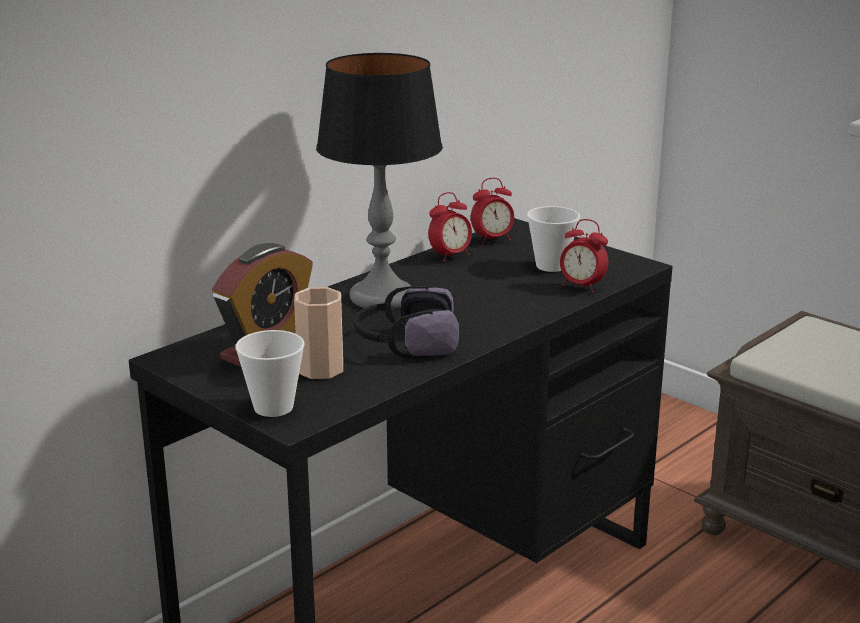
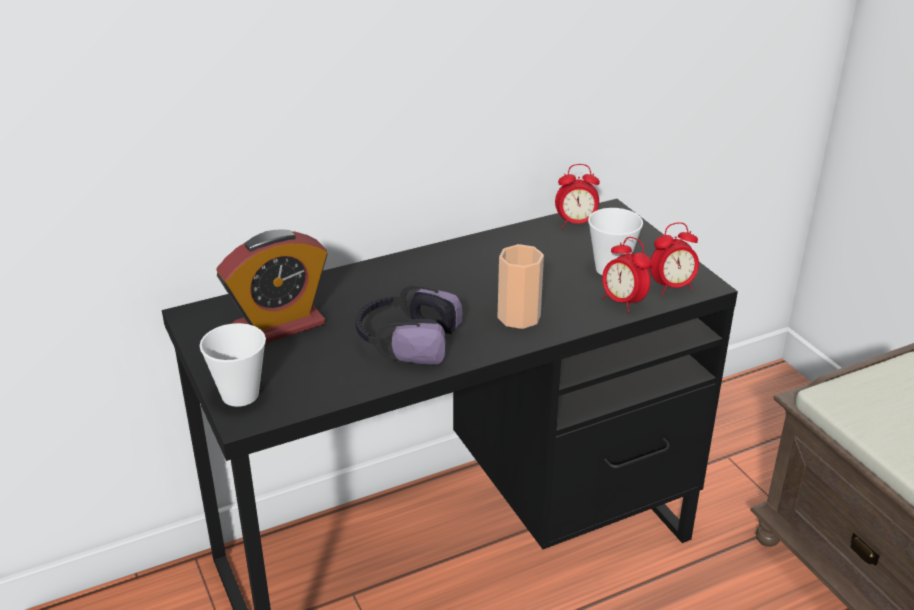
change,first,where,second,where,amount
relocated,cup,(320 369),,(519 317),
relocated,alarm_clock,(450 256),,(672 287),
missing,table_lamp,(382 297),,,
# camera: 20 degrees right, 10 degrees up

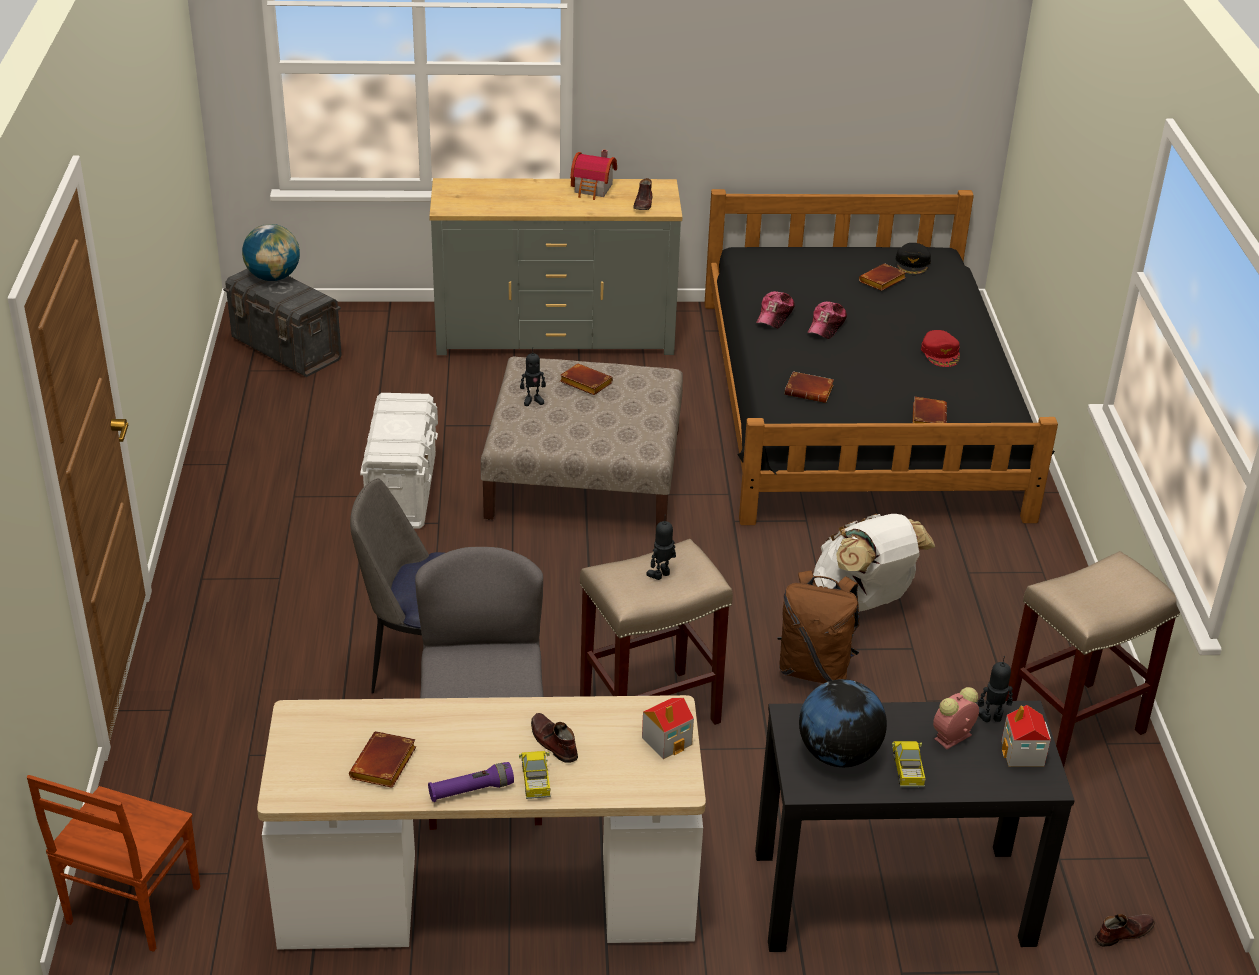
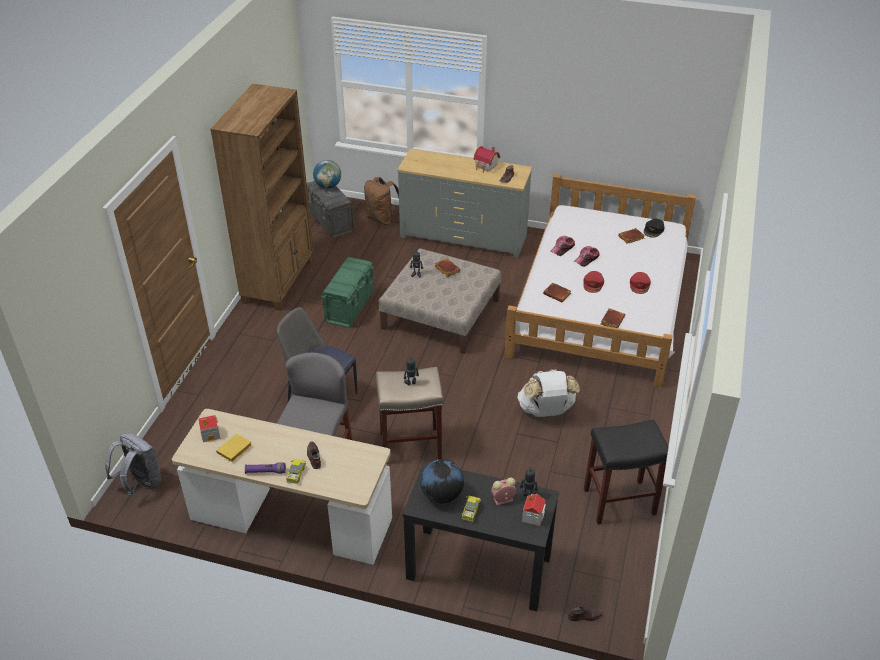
change,first,where,second,where,amount
exchanged,brown_chair,(131 906),grey_backpack,(140 484),
relocated,toy_house,(667 741),,(211 434),
appeared,,,brown_bookcase,(279 281),
colour,brown_book,(384 766),yellow_book,(234 451),
colour,white_storage_box,(402 491),green_storage_box,(350 307),
relocated,brown_backpack,(814 669),,(382 219),
colour,black_bed,(858 405),white_bed,(600 302),
appeared,,,red_cap,(593 284),
colour,beige_stool,(1072 726),black_stool,(618 502),
# camera: 20 degrees right, 5 degrees up

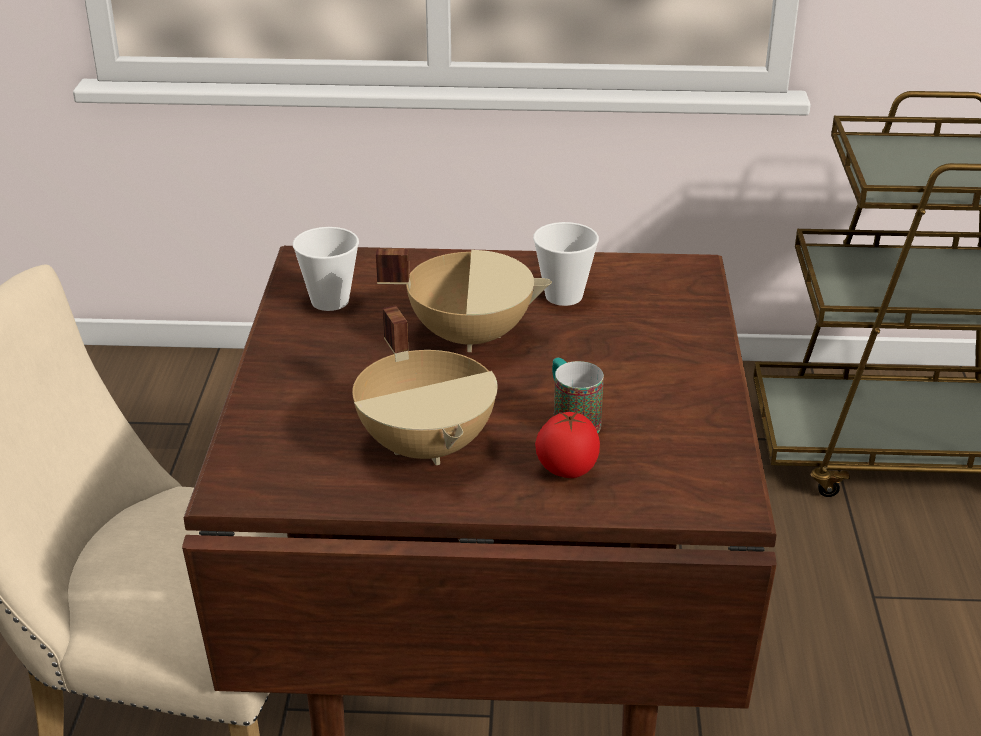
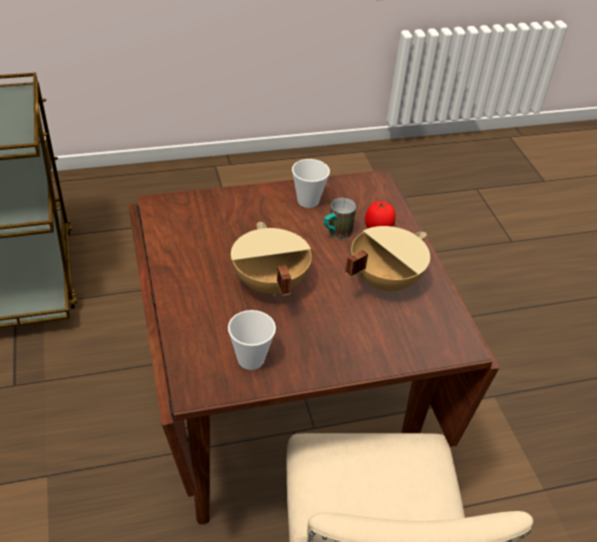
change,first,where,second,where,amount
relocated,cup,(564 296),,(308 201),
# camera: 110 degrees left, 10 degrees up

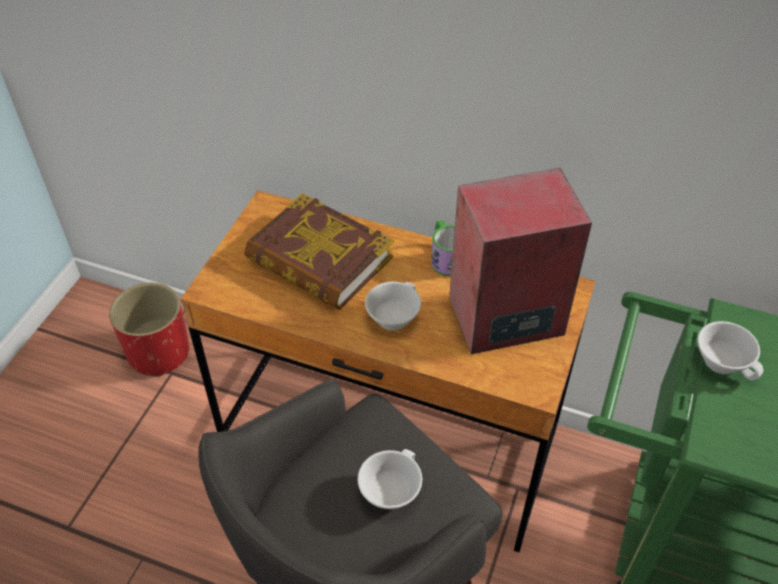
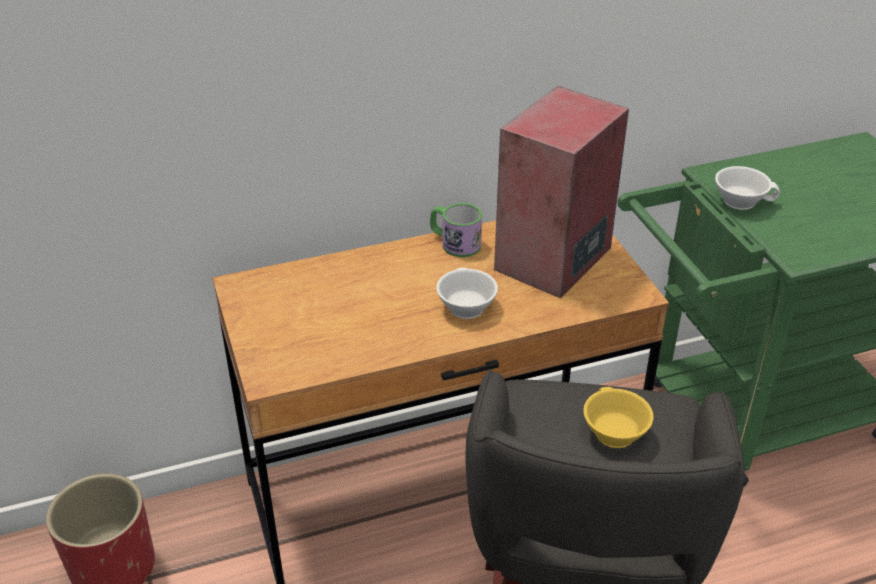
change,first,where,second,where,amount
colour,white_cup,(388 489),yellow_cup,(611 432),
missing,book,(319 260),,,
# camera: 40 degrees left, 10 degrees down

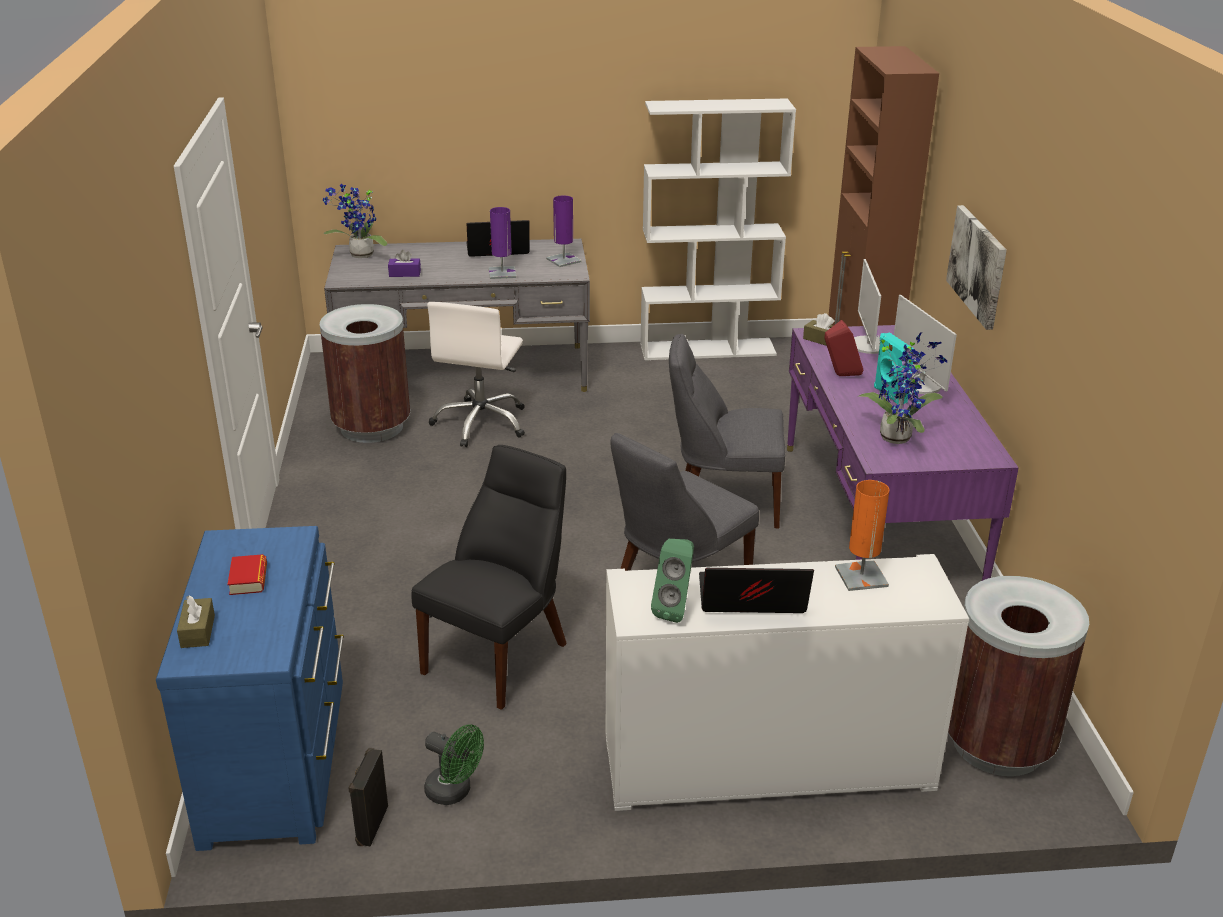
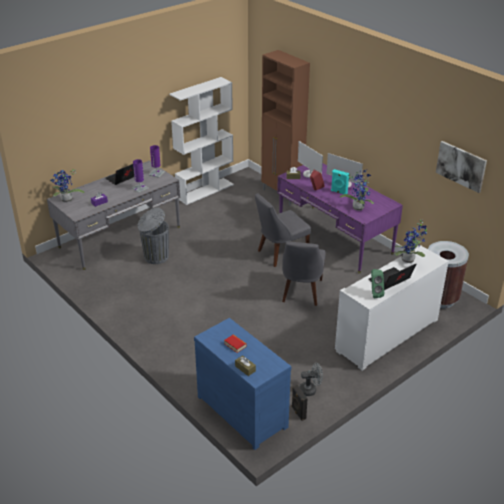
change,first,where,second,where,amount
exchanged,white_office_chair,(481 423),grey_trash_can,(155 257),
colour,green_fan,(454 792),grey_fan,(310 390),
exchanged,orange_table_lamp,(861 576),potted_plant,(409 260),
relocated,picture,(978 265),,(461 166),
missing,brown_trash_can,(371 427),,,
missing,black_chair,(500 655),,,
# camera: 35 degrees left, 5 degrees up

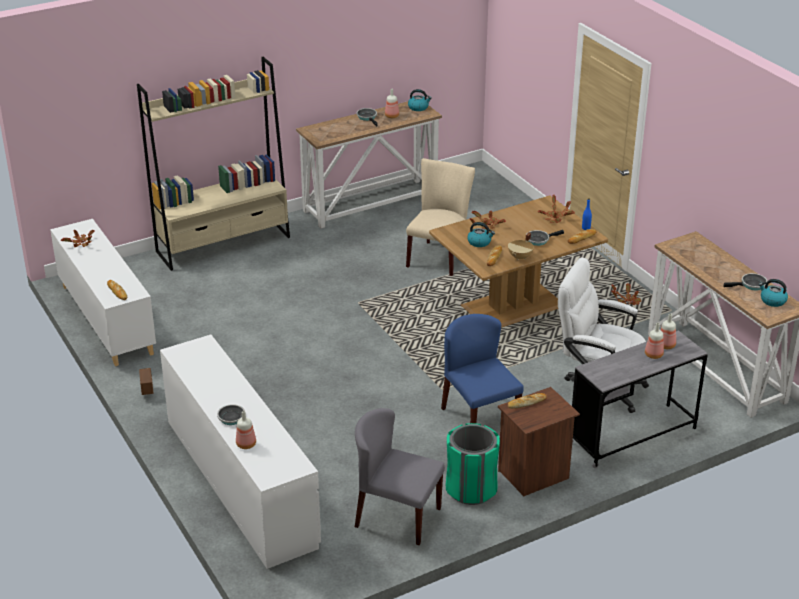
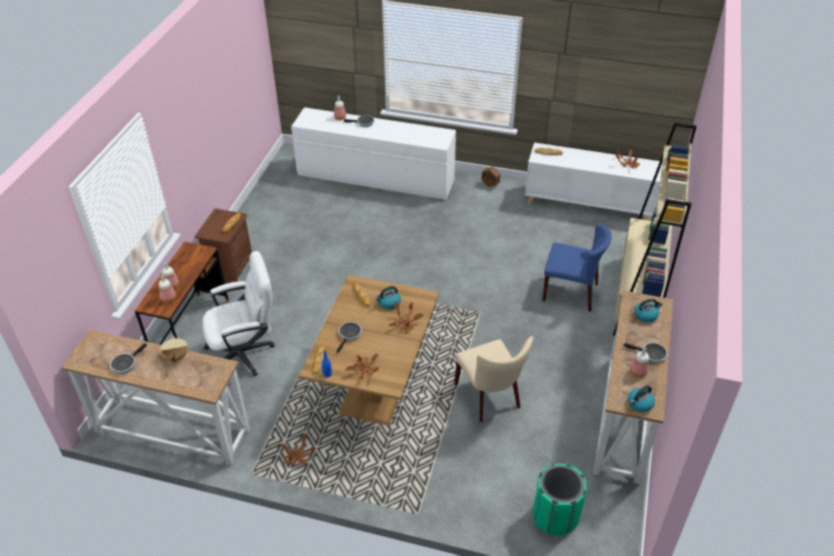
change,first,where,second,where,amount
colour,grey_desk,(632 436),brown_desk,(192 331),
relocated,beige_cooking_pot,(520 257),,(175 357),
relocated,green_trash_can,(471 489),,(555 516),
relocated,blue_chair,(479 418),,(571 292),
relocated,kettle,(772 301),,(646 315),
missing,grey_chair,(397 517),,,
# camera: 135 degrees right, 10 degrees up

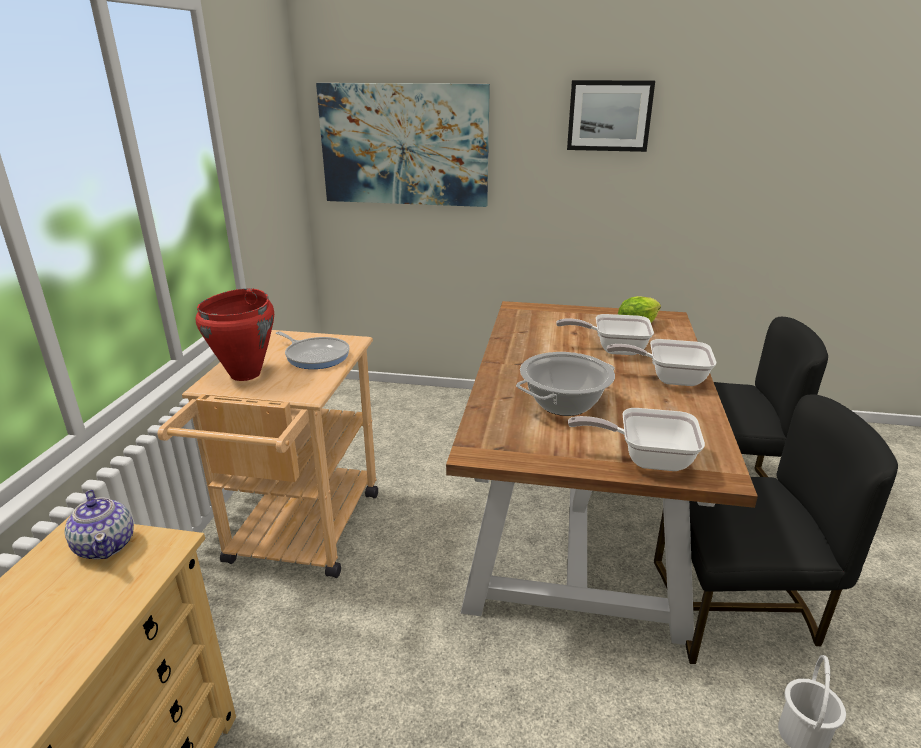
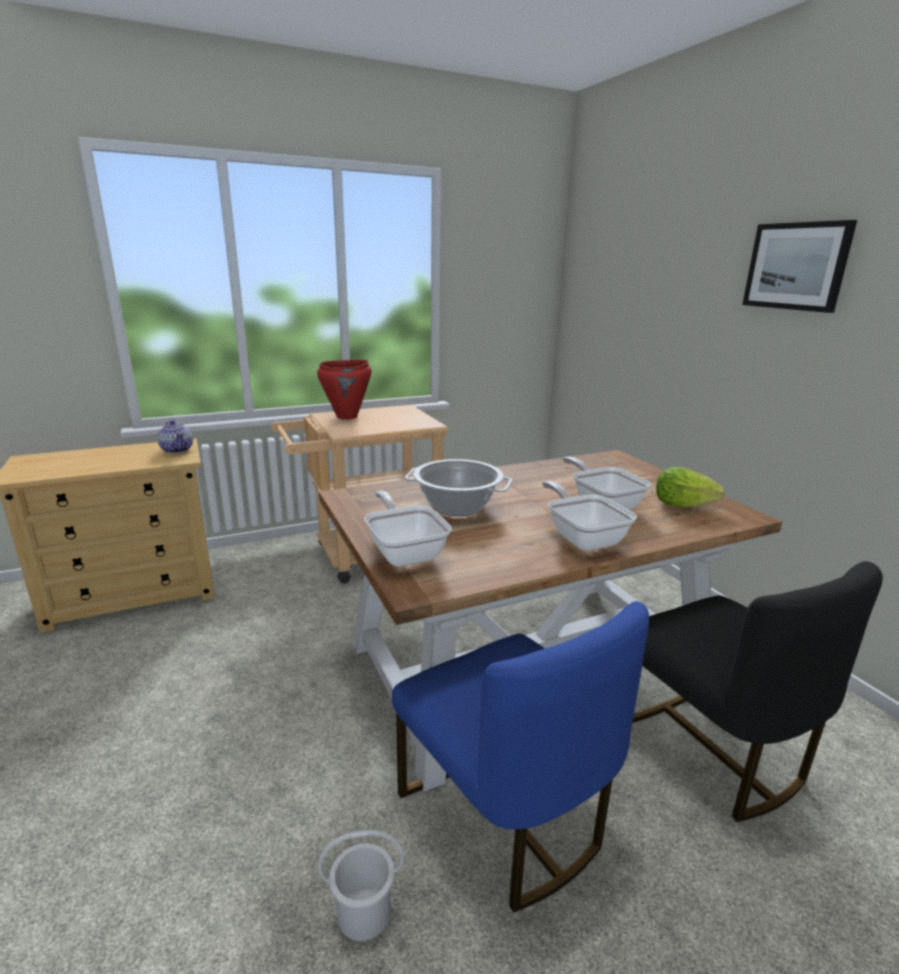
change,first,where,second,where,amount
spun,teapot,(106 545),,(177 450),60 degrees counterclockwise
colour,black_chair,(736 609),blue_chair,(505 815),
missing,frying_pan,(315 356),,,
missing,picture,(404 145),,,
# camera: 55 degrees right, 5 degrees down

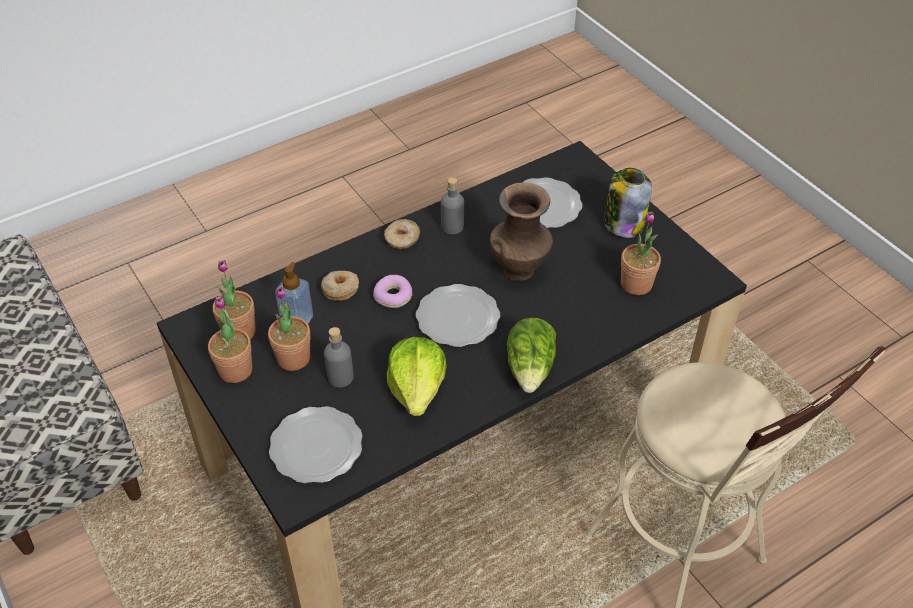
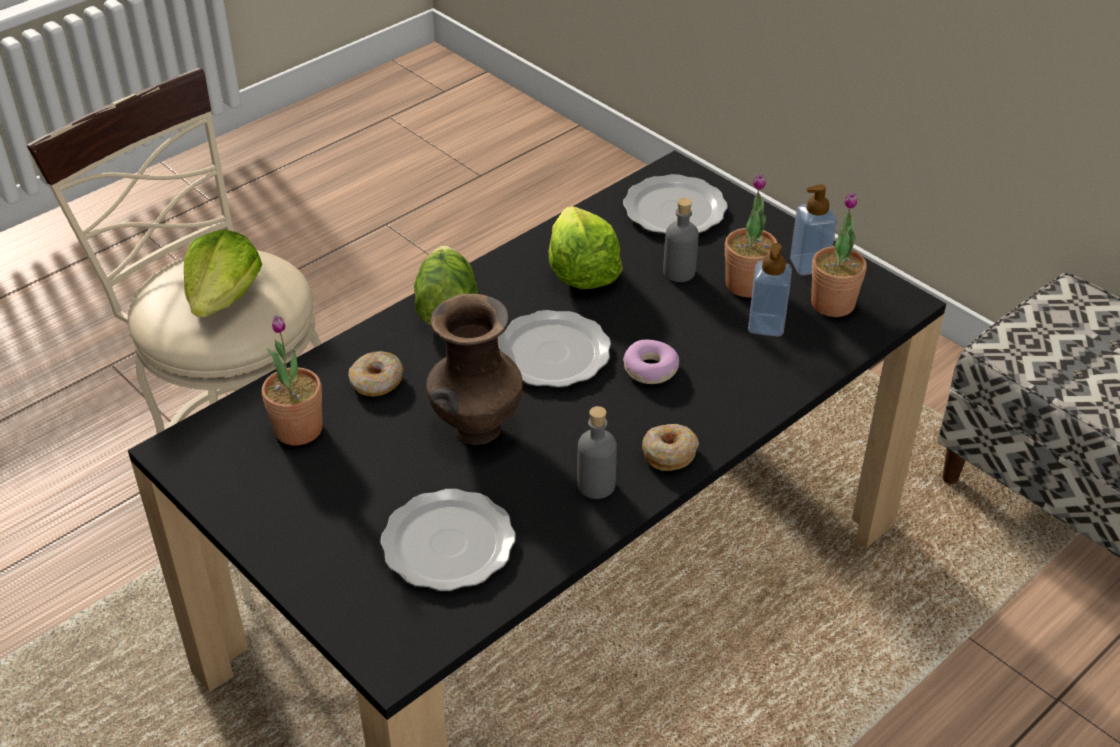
change,first,where,second,where,amount
appeared,,,lettuce,(224 298),
relocated,donut,(340 289),,(377 382),
exchanged,potted_plant,(235 370),soap_dispenser,(809 265),
missing,jar,(623 223),,,
# camera: 170 degrees right, 5 degrees down

